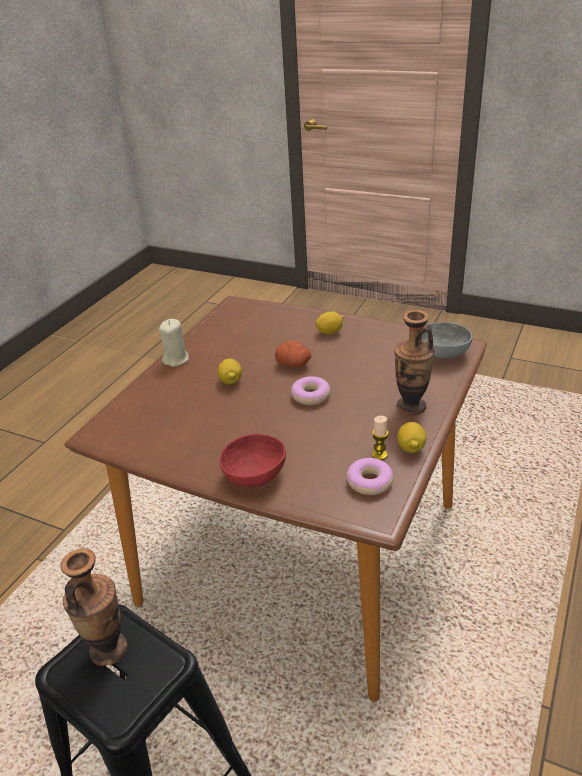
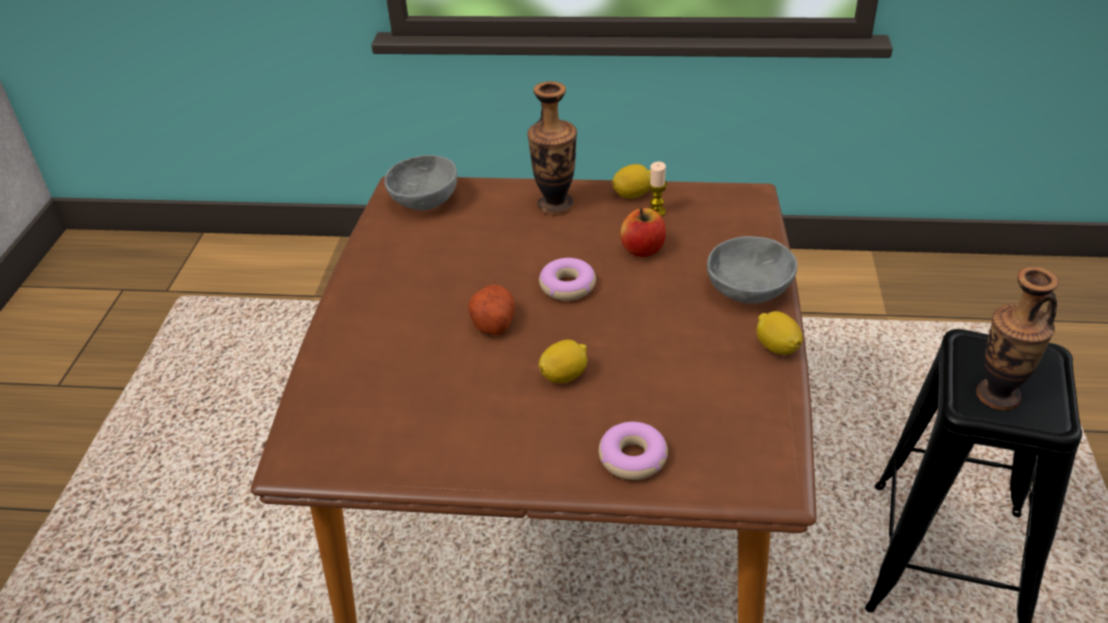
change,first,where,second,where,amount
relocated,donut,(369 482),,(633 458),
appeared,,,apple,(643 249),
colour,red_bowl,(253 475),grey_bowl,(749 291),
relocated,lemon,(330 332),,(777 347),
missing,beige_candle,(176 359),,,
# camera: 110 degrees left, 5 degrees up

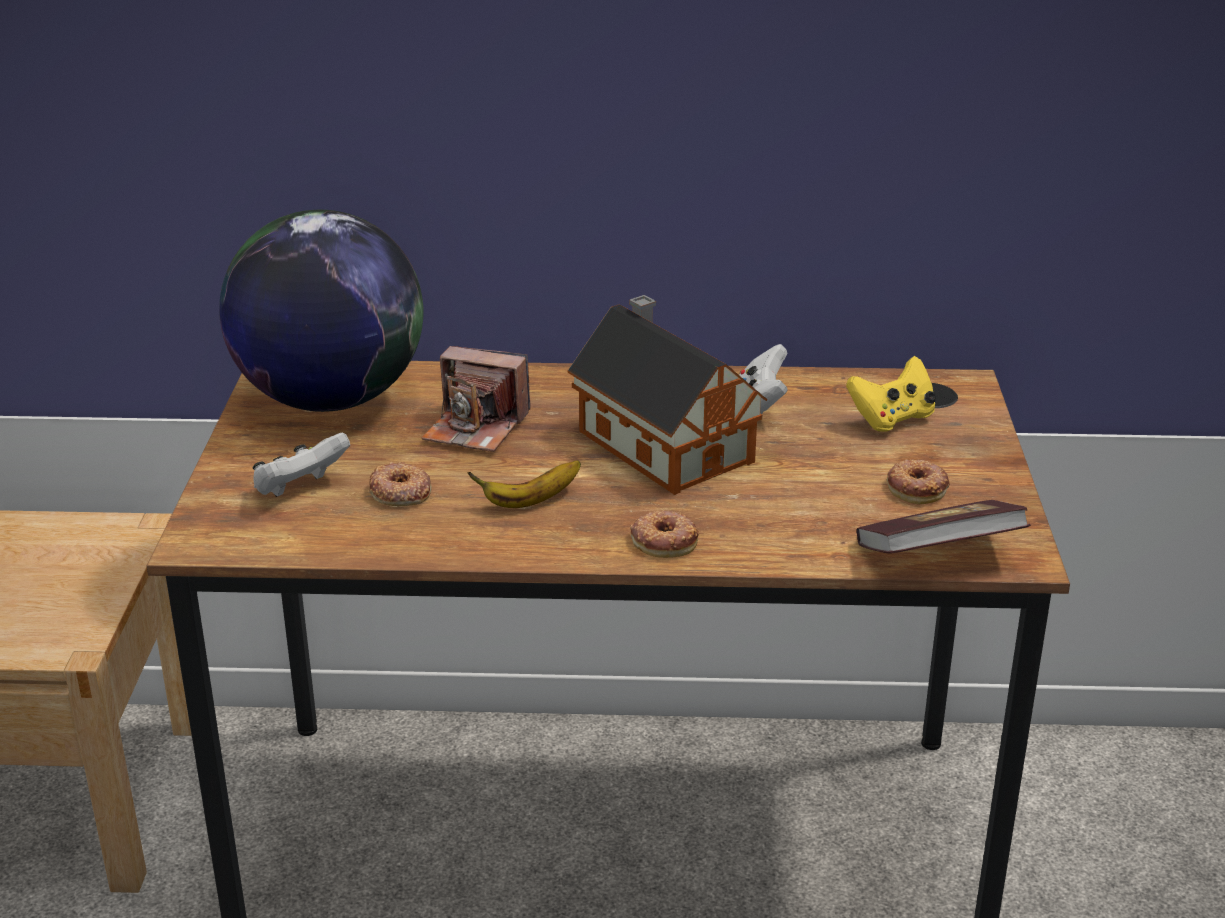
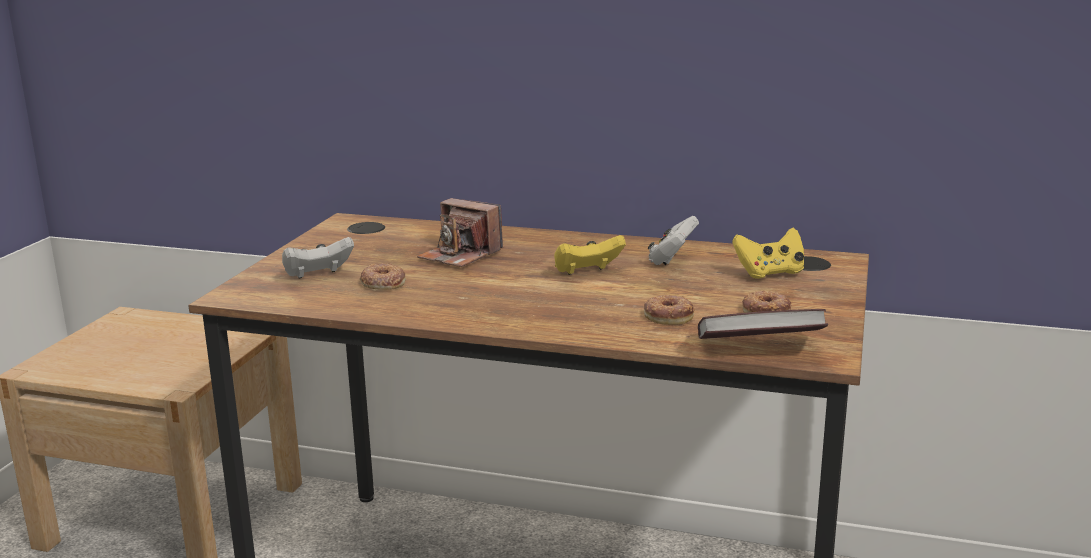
change,first,where,second,where,amount
exchanged,toy_house,(662 443),yellow_game_controller,(586 272),
relocated,donut,(664 540),,(669 315),
missing,globe,(330 399),,,
missing,banana,(530 501),,,
# camera: 15 degrees right, 10 degrees down

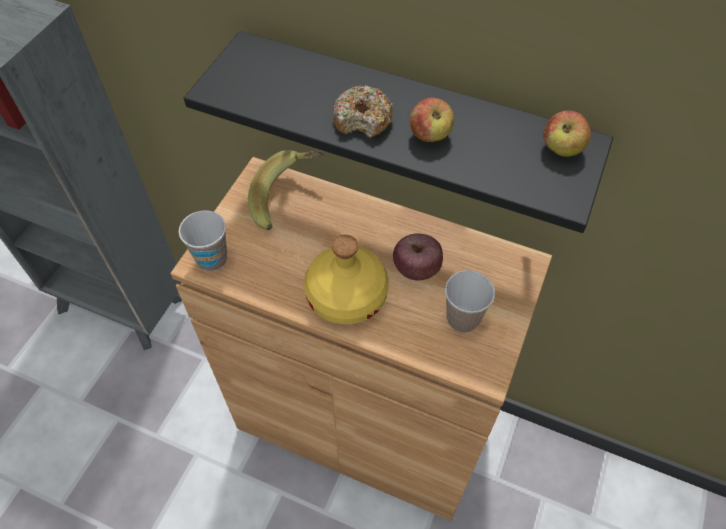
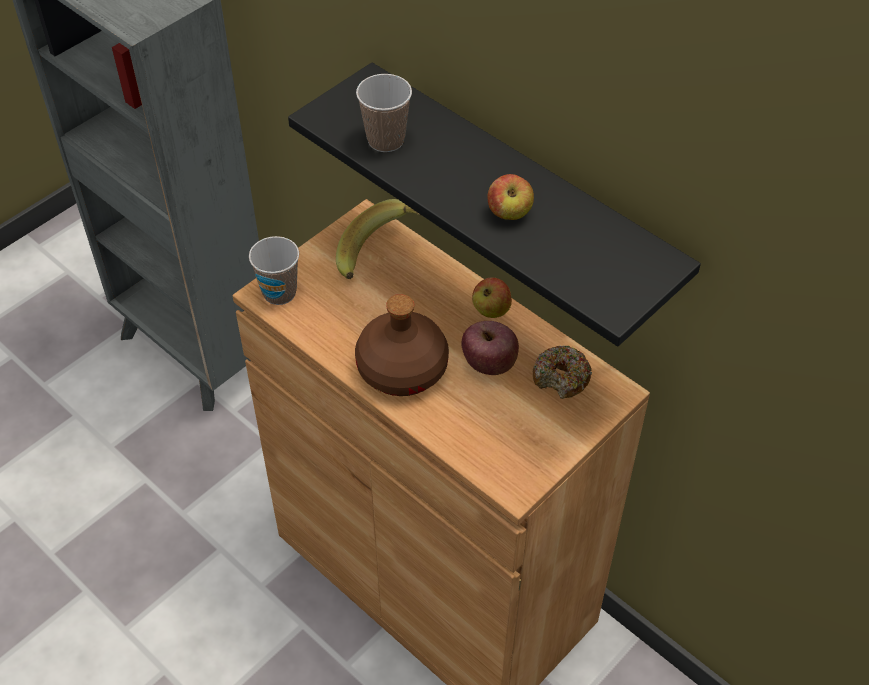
change,first,where,second,where,amount
colour,yellow_bottle,(347 295),brown_bottle,(403 368),
relocated,cup,(462 319),,(386 140),
relocated,apple,(561 149),,(491 310),
relocated,donut,(363 120),,(561 378),
# camera: 20 degrees right, 5 degrees down

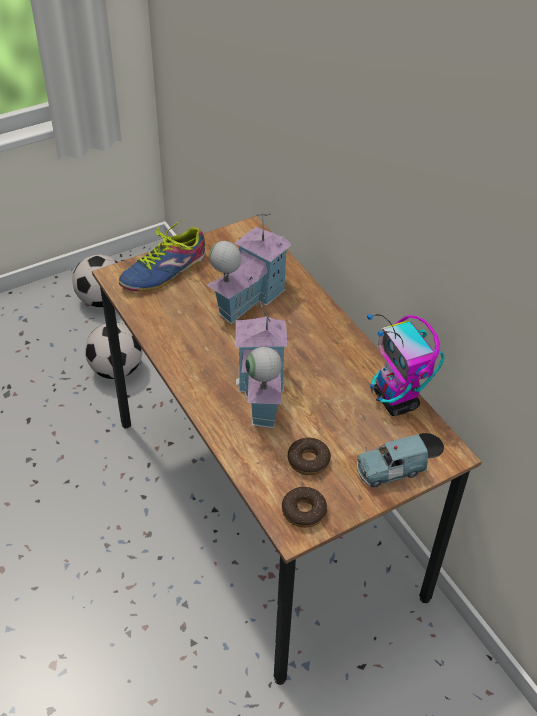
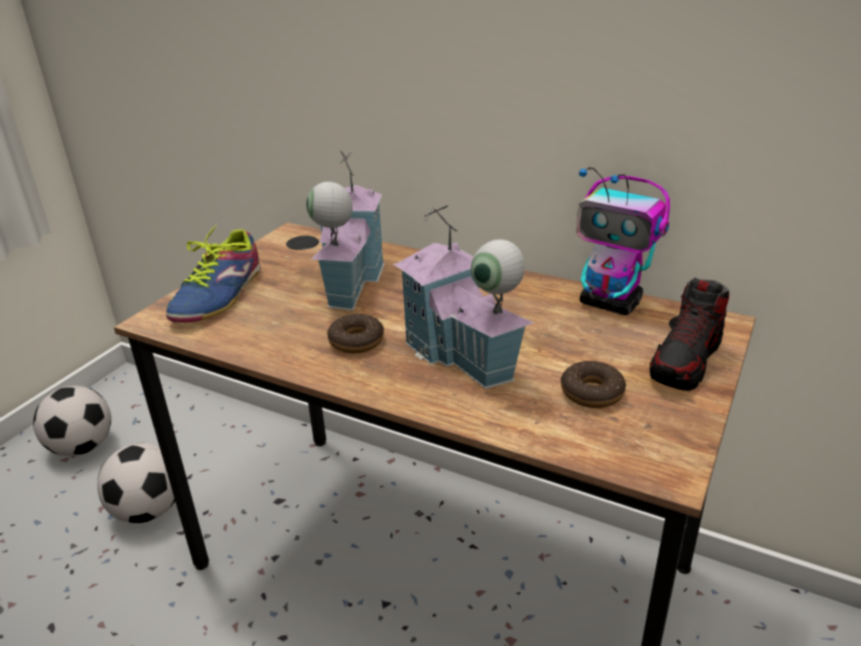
change,first,where,second,where,amount
relocated,donut,(303 511),,(356 341),
exchanged,blue_toy_car,(389 470),shoe,(686 361),
# camera: 30 degrees left, 15 degrees down

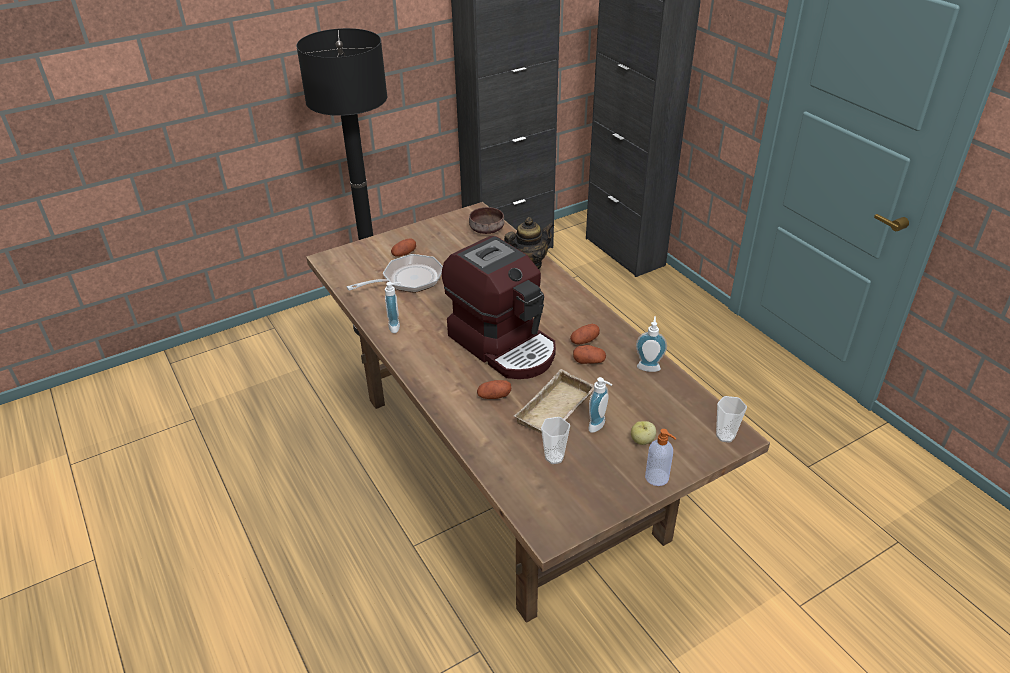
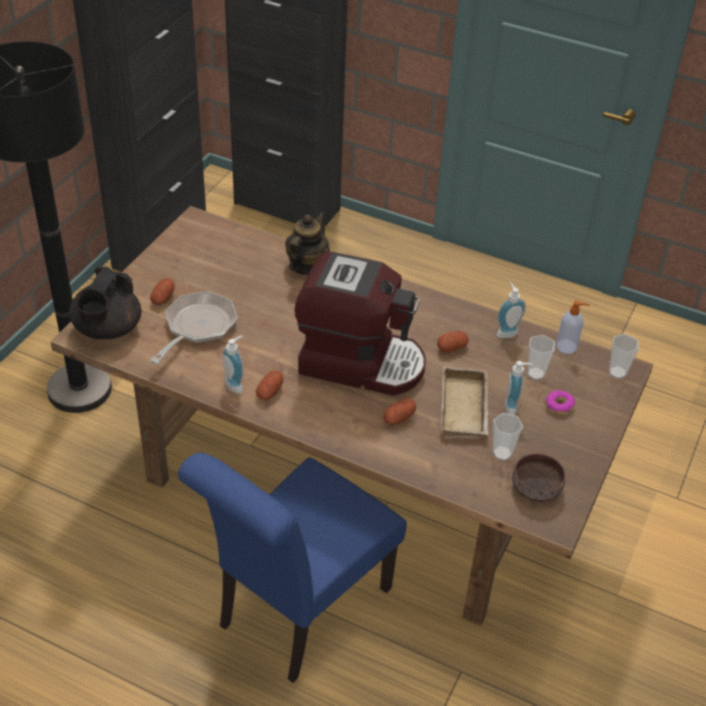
change,first,where,second,where,amount
appeared,,,black_teapot,(107 330),
appeared,,,blue_chair,(297 612),
relocated,potato,(584 340),,(270 392),
relocated,brown_bowl,(487 229),,(535 486),
appeared,,,cup,(535 374),
exchanged,apple,(642 441),donut,(559 406),
relocated,soap_dispenser,(657 478),,(567 346),
# camera: 35 degrees left, 5 degrees up

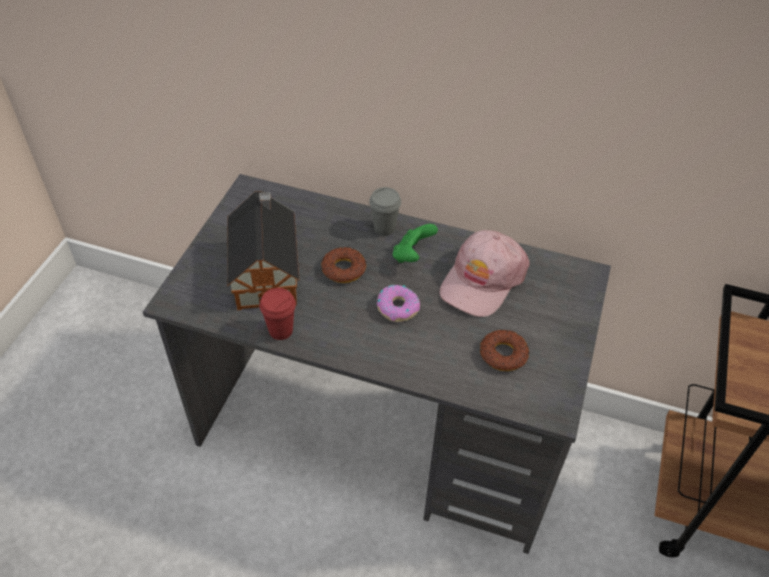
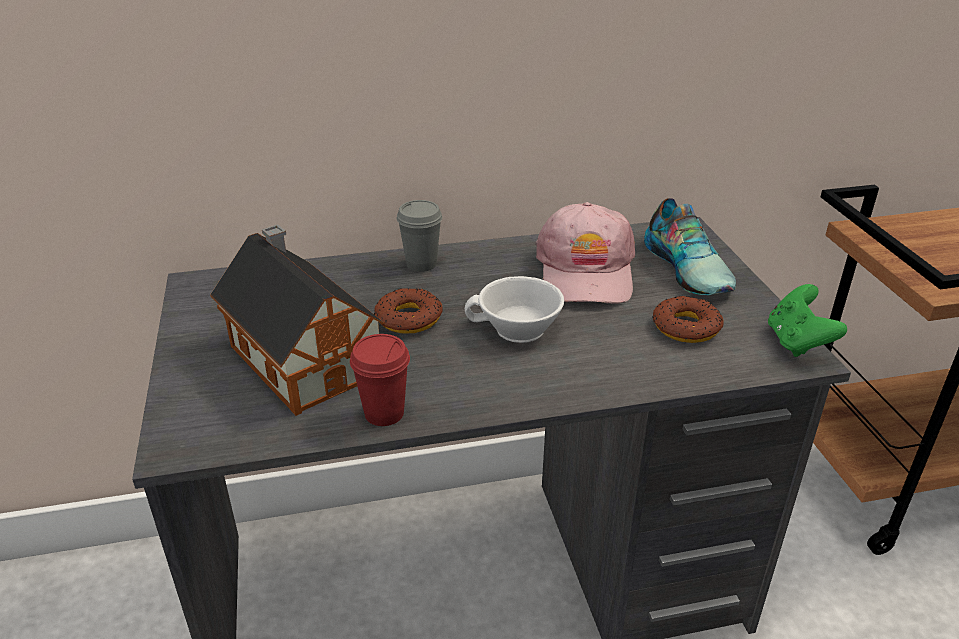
change,first,where,second,where,amount
exchanged,donut,(398 307),white_cup,(517 330),
appeared,,,shoe,(689 267),
relocated,green_game_controller,(412 255),,(797 342),
# camera: 30 degrees left, 15 degrees down

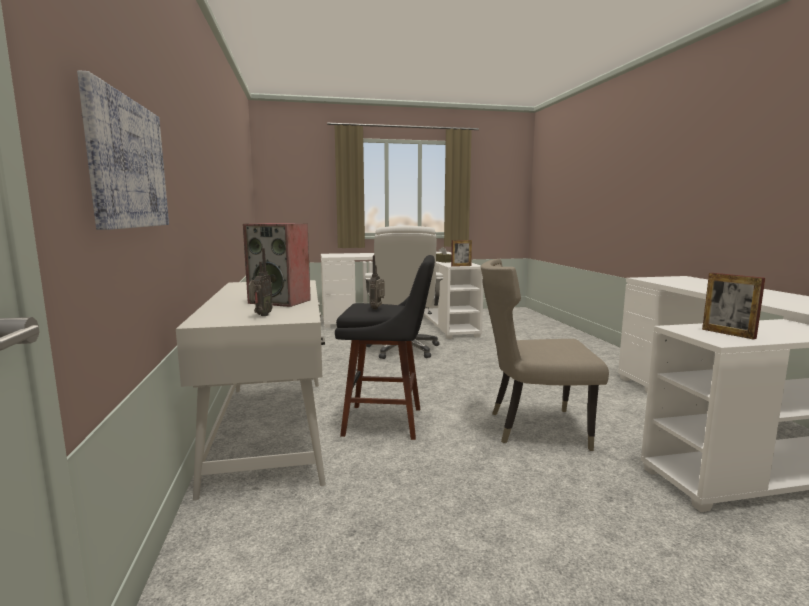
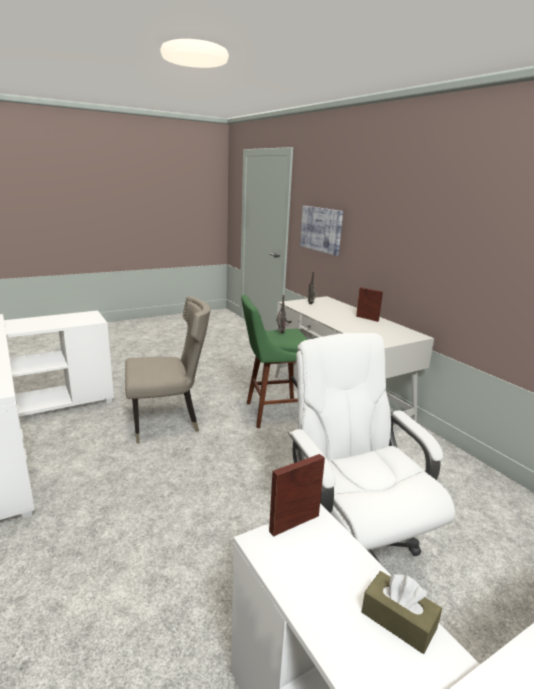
change,first,where,second,where,amount
colour,black_stool,(388 422),green_stool,(272 413),
relocated,picture_frame,(728 333),,(367 318),
missing,speaker,(281 301),,,
# camera: 160 degrees right, 10 degrees up

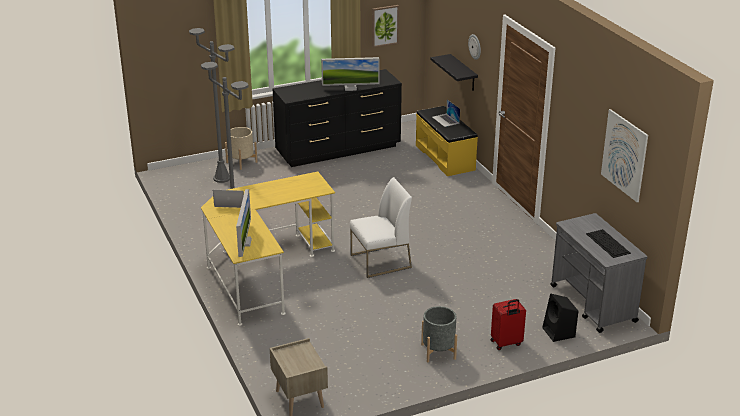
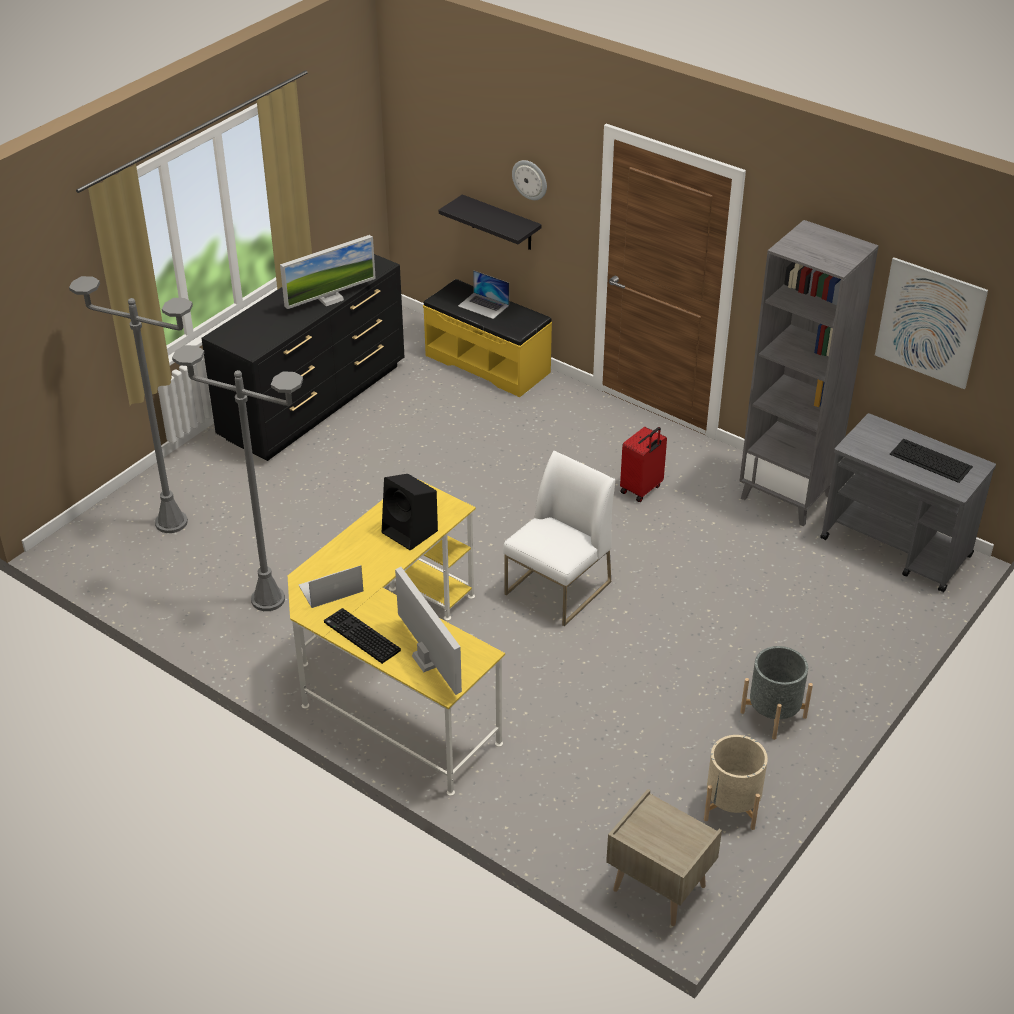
change,first,where,second,where,amount
appeared,,,keyboard,(360 637),
relocated,black_speaker,(559 333),,(411 532),
relocated,red_suitcase,(506 343),,(642 489),
relocated,beige_planter,(241 162),,(732 805),
appeared,,,grey_bookcase,(787 497),
missing,picture,(385 25),,,
# camera: 30 degrees left, 10 degrees up

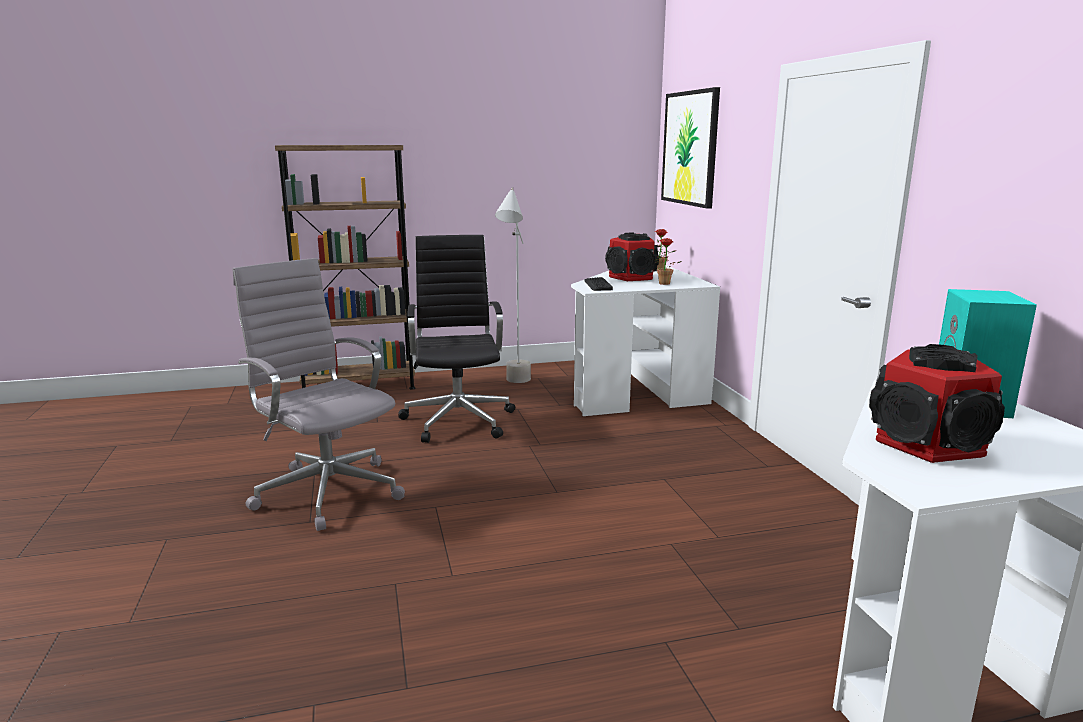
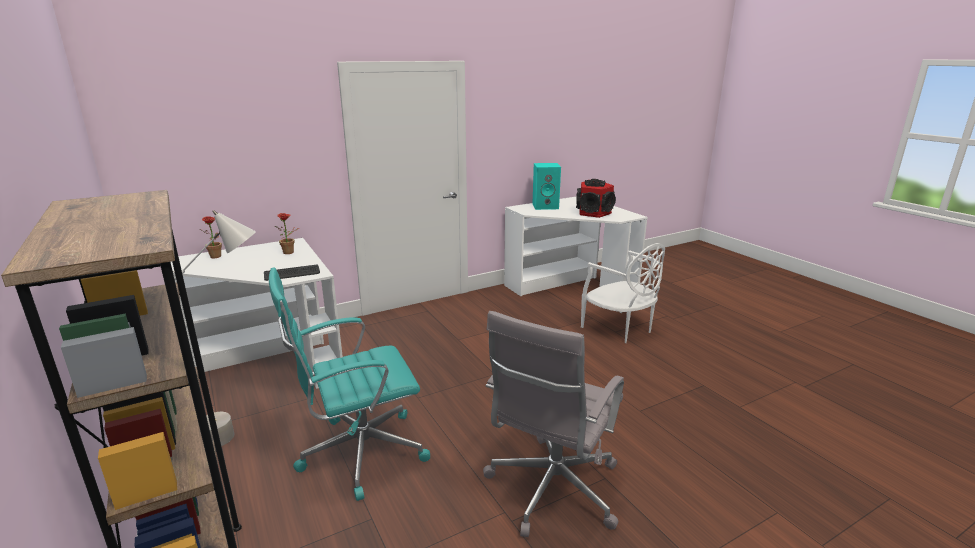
change,first,where,second,where,amount
colour,black_office_chair,(458 419),turquoise_office_chair,(359 452),
appeared,,,white_chair,(619 328),
missing,speaker,(632 277),,,
missing,picture,(690 148),,,
# camera: 105 degrees left, 5 degrees up

